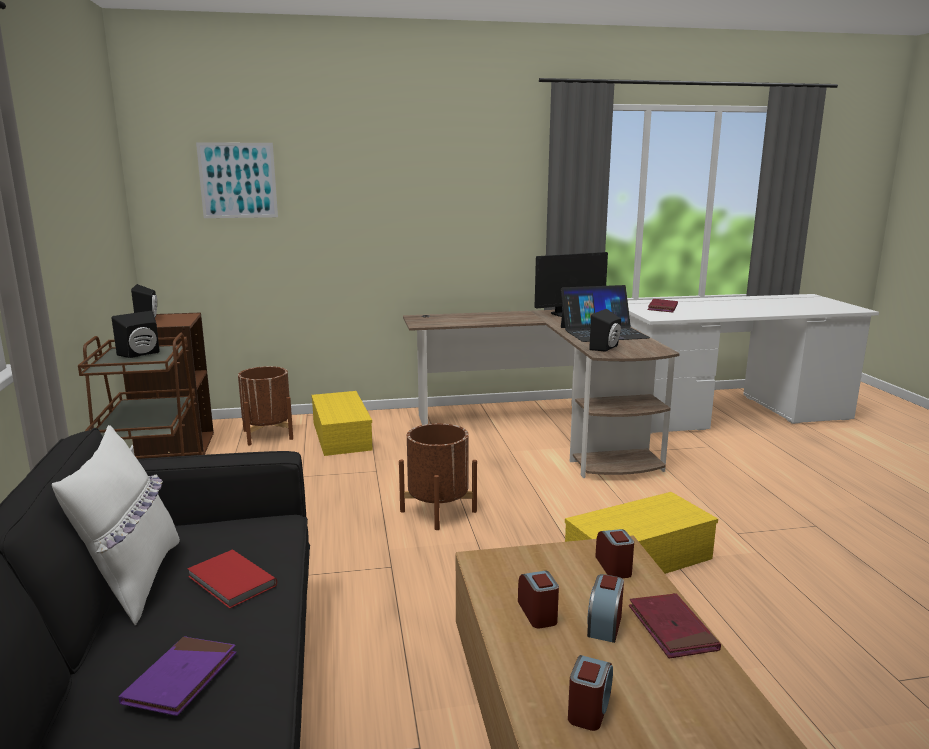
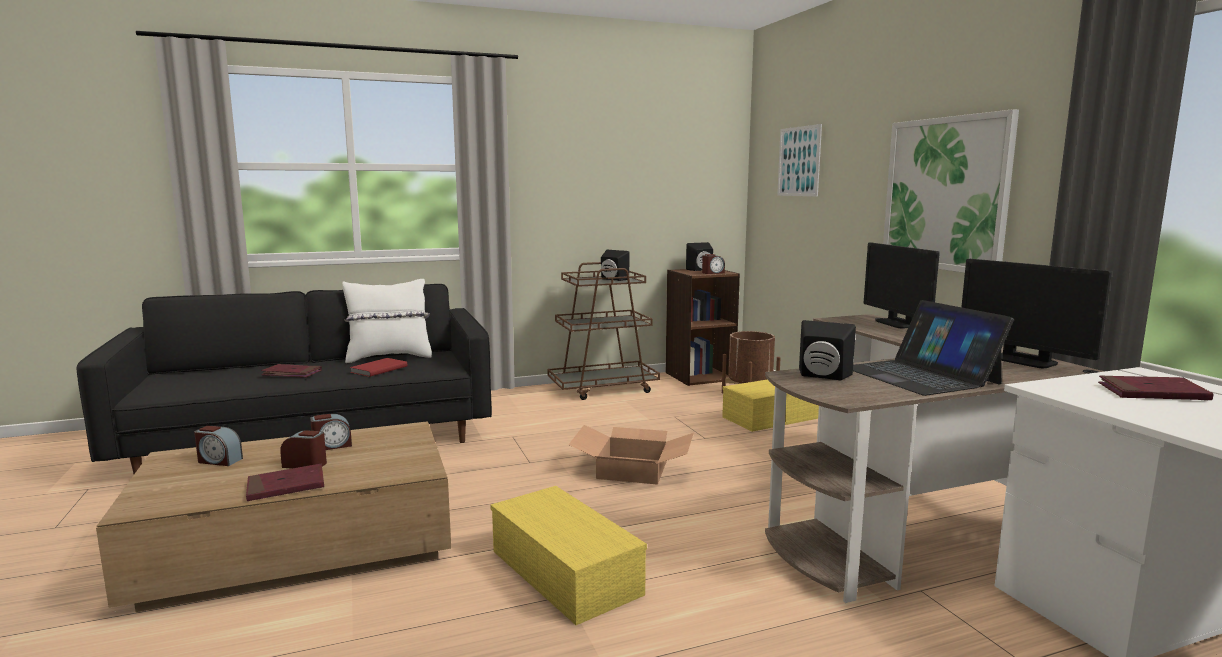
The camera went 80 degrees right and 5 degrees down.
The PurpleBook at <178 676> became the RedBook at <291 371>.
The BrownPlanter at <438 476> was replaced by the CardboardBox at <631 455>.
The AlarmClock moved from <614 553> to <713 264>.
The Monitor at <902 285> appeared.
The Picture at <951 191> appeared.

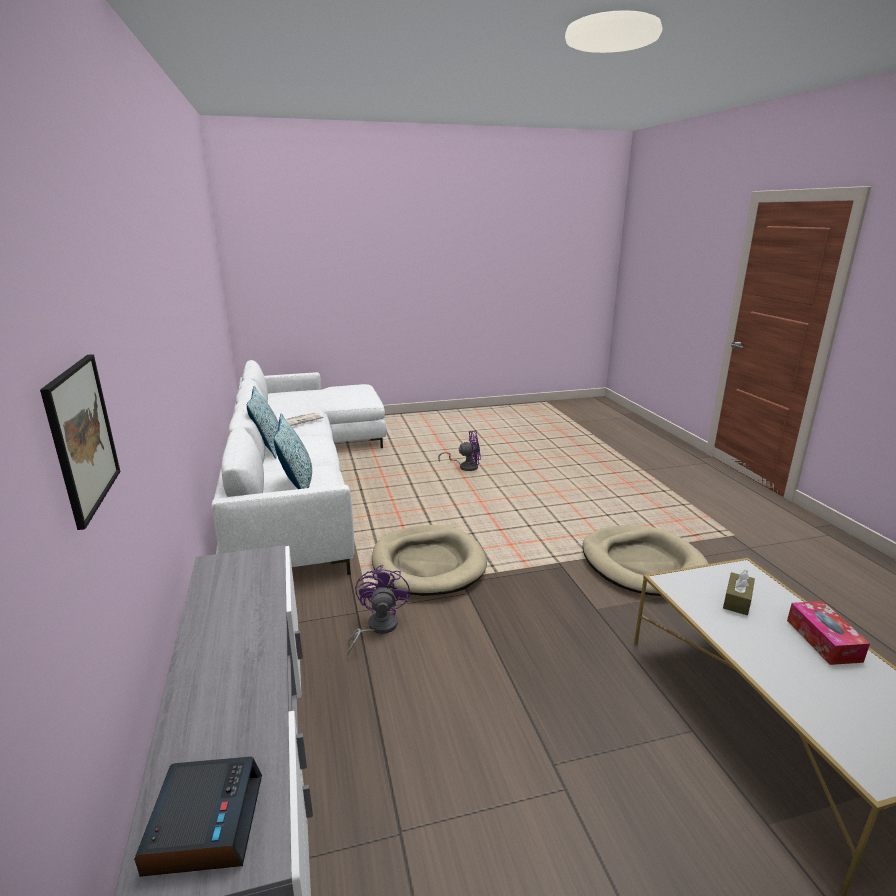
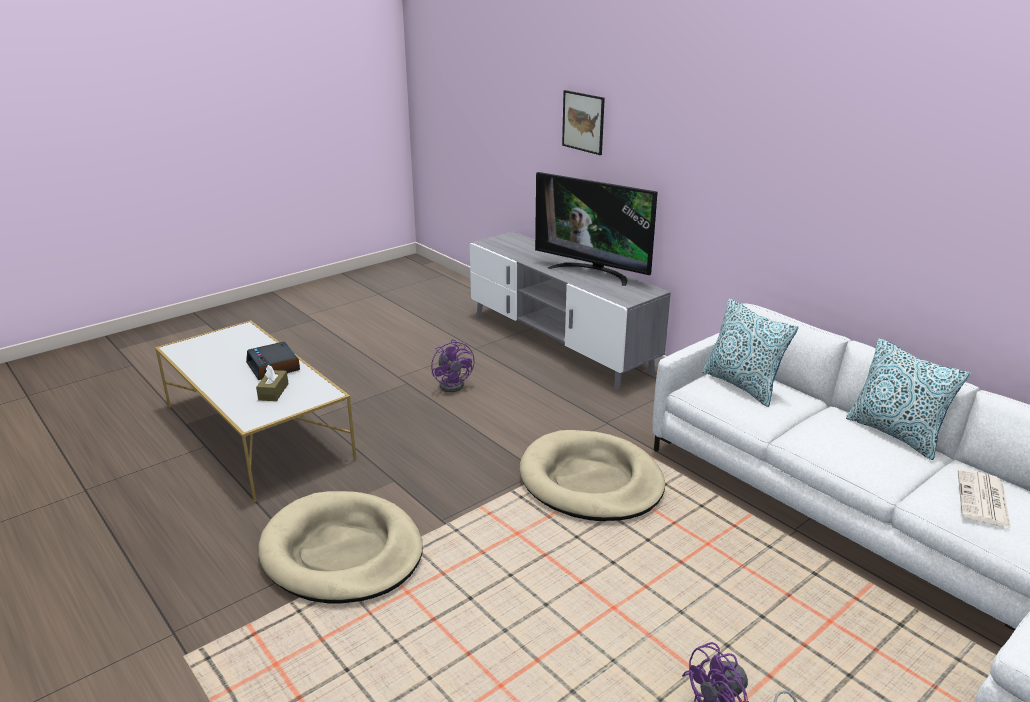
The camera went 155 degrees right and 5 degrees up.
The AlarmClock moved from <198 817> to <273 361>.
The PurpleFan moved from <378 610> to <453 365>.
The TissueBox at <828 633> disappeared.
The Television at <596 229> appeared.

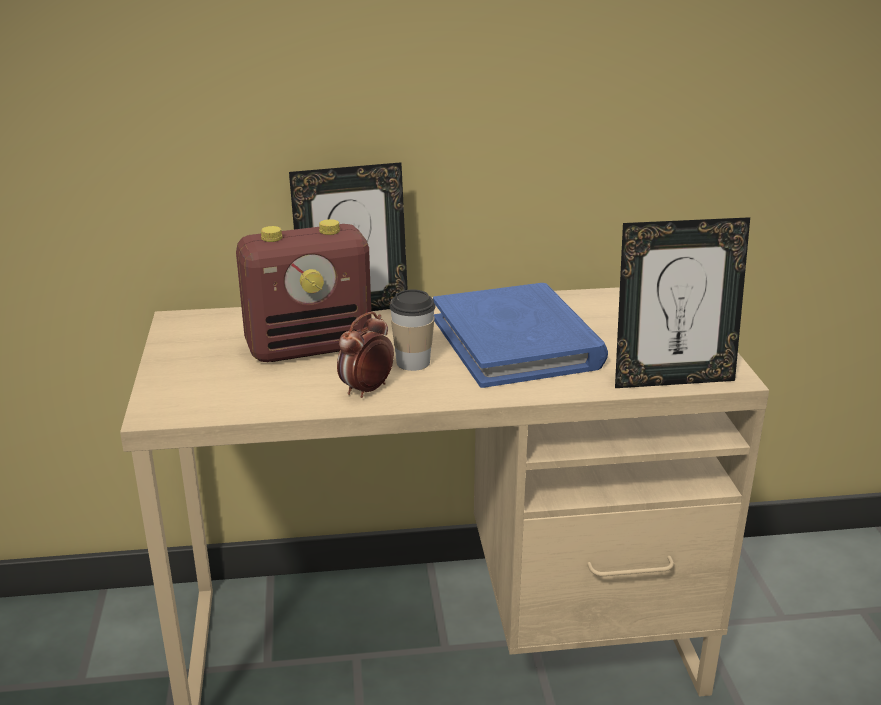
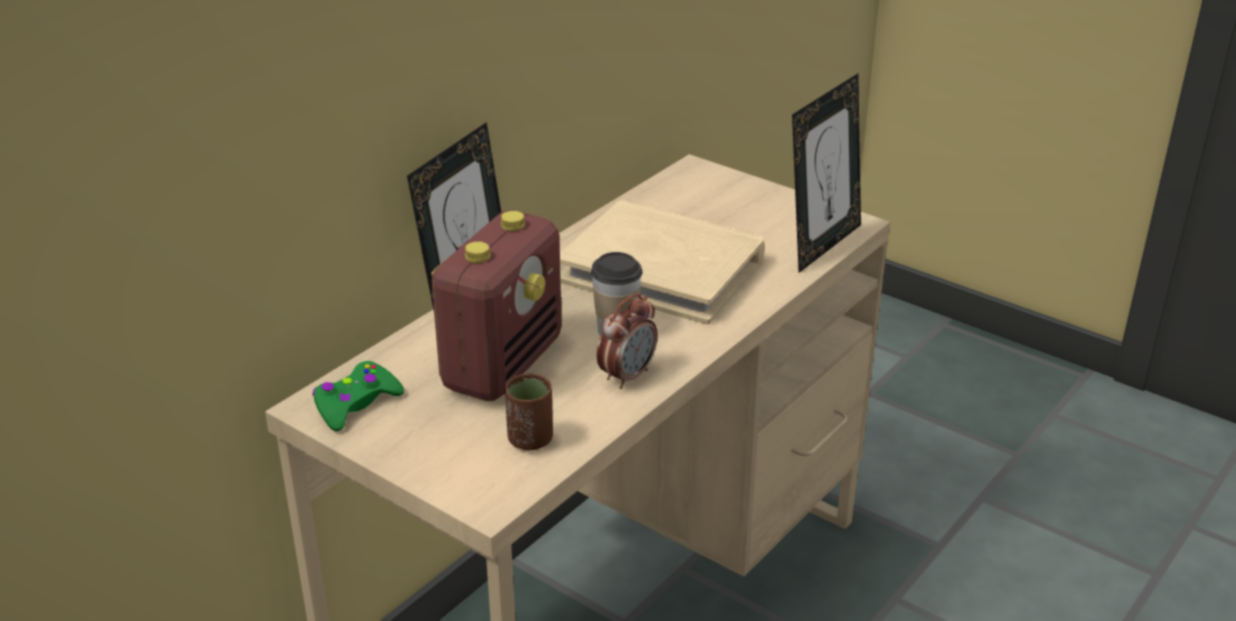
The camera went 45 degrees left and 5 degrees up.
The AlarmClock at <365 355> turned 135 degrees counterclockwise.
The BlueBook at <520 335> became the BeigeBook at <662 262>.
The GreenGameController at <358 396> appeared.
The BrownCup at <529 412> appeared.

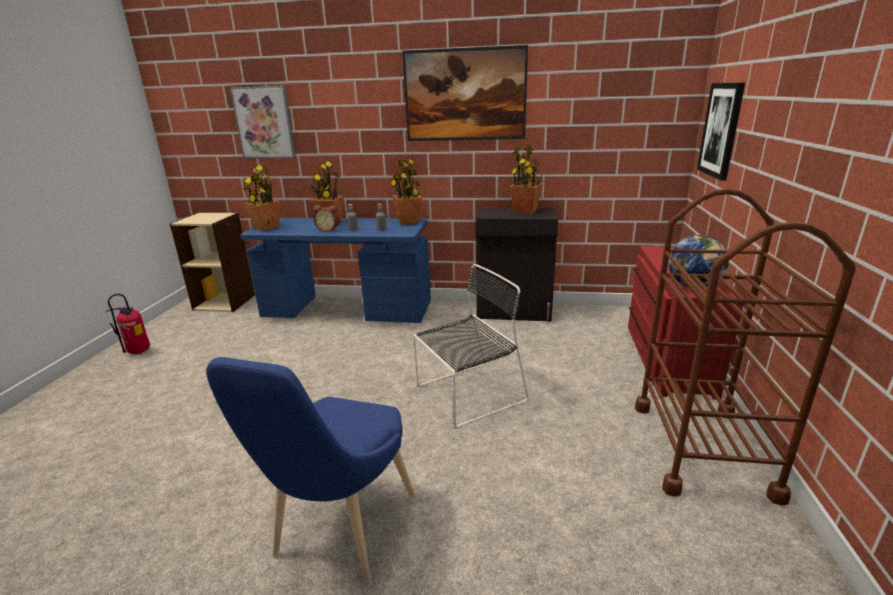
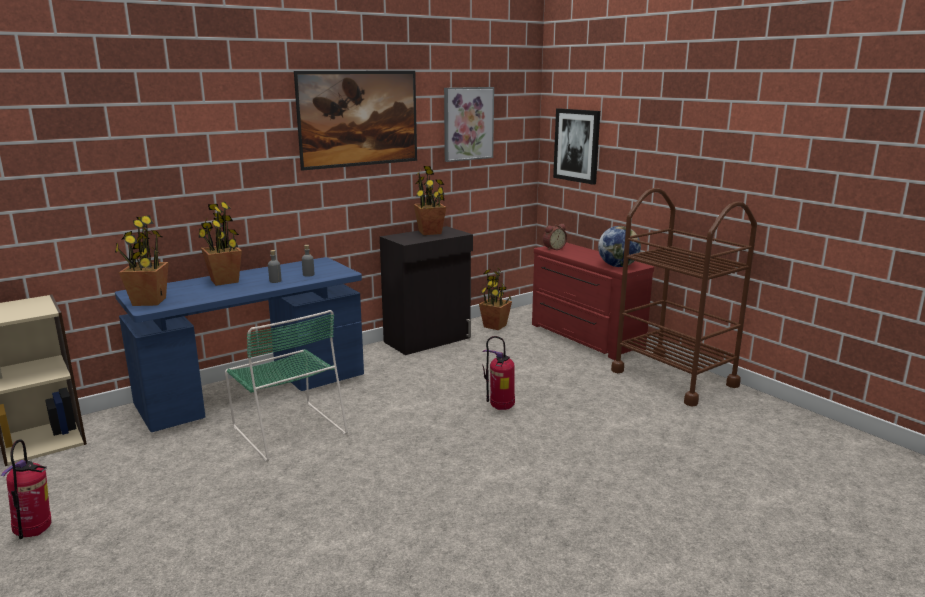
The camera went 45 degrees left and 5 degrees down.
The BlueChair at <310 469> disappeared.
The Picture moved from <263 122> to <469 124>.
The AlarmClock moved from <327 218> to <555 237>.
The PottedPlant moved from <406 192> to <495 299>.
The BlackChair at <471 346> was replaced by the FireExtinguisher at <498 373>.
The GreenChair at <286 386> appeared.

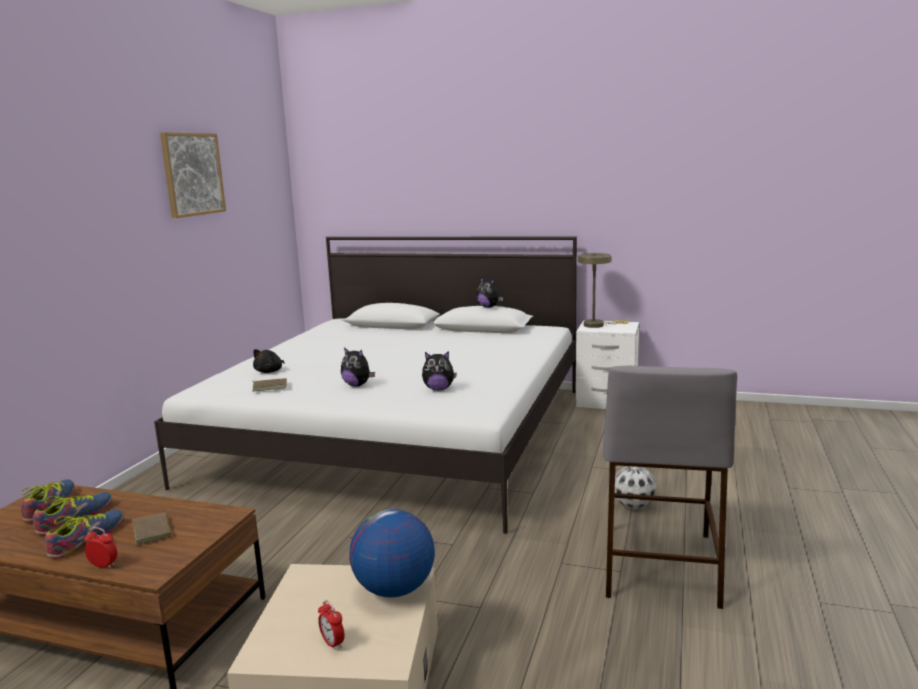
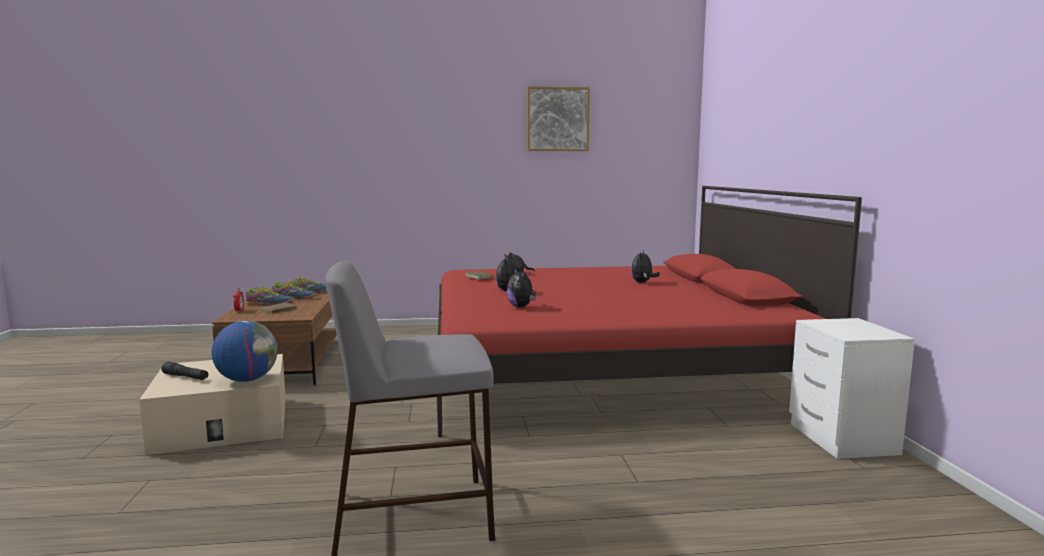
The camera went 65 degrees right and 5 degrees down.
The WhiteBed at <365 385> became the RedBed at <649 311>.
The AlarmClock at <331 625> was replaced by the BlackFlashlight at <184 371>.
The PlushToy moved from <490 292> to <645 266>.
The BeigeTableLamp at <603 290> disappeared.
The Football at <636 487> disappeared.

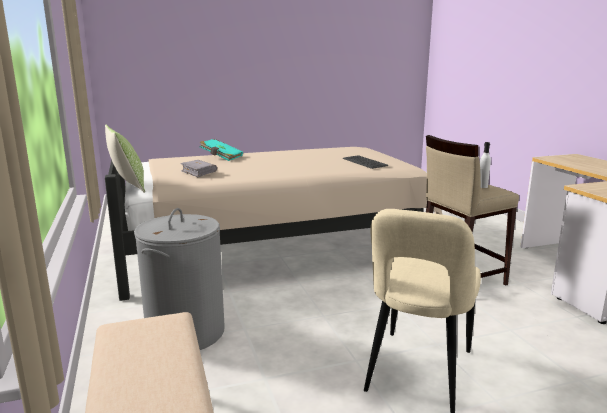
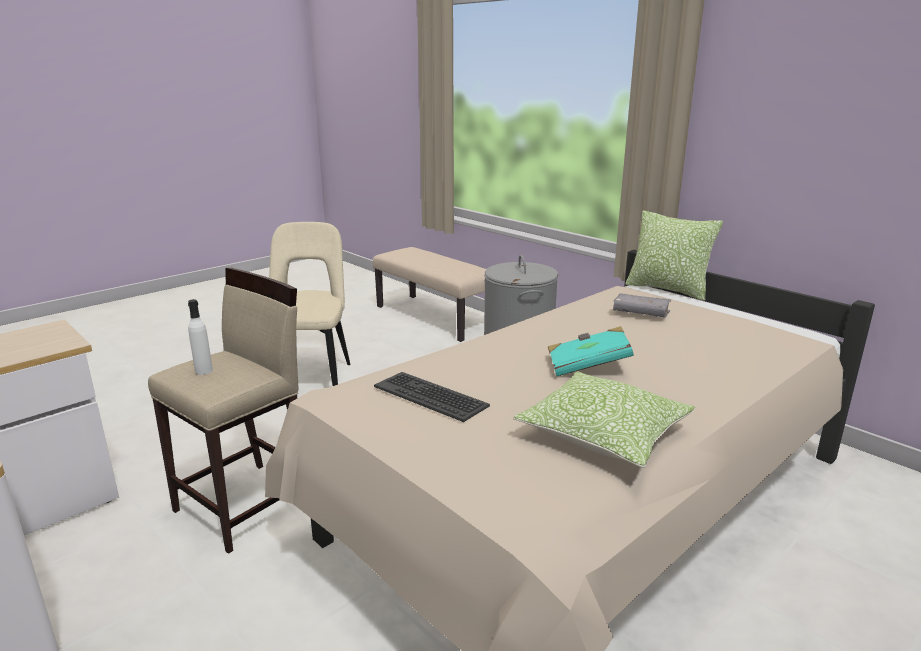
The camera went 155 degrees right and 5 degrees up.
The TurquoiseBook moved from <221 150> to <591 351>.
The Pillow at <604 419> appeared.

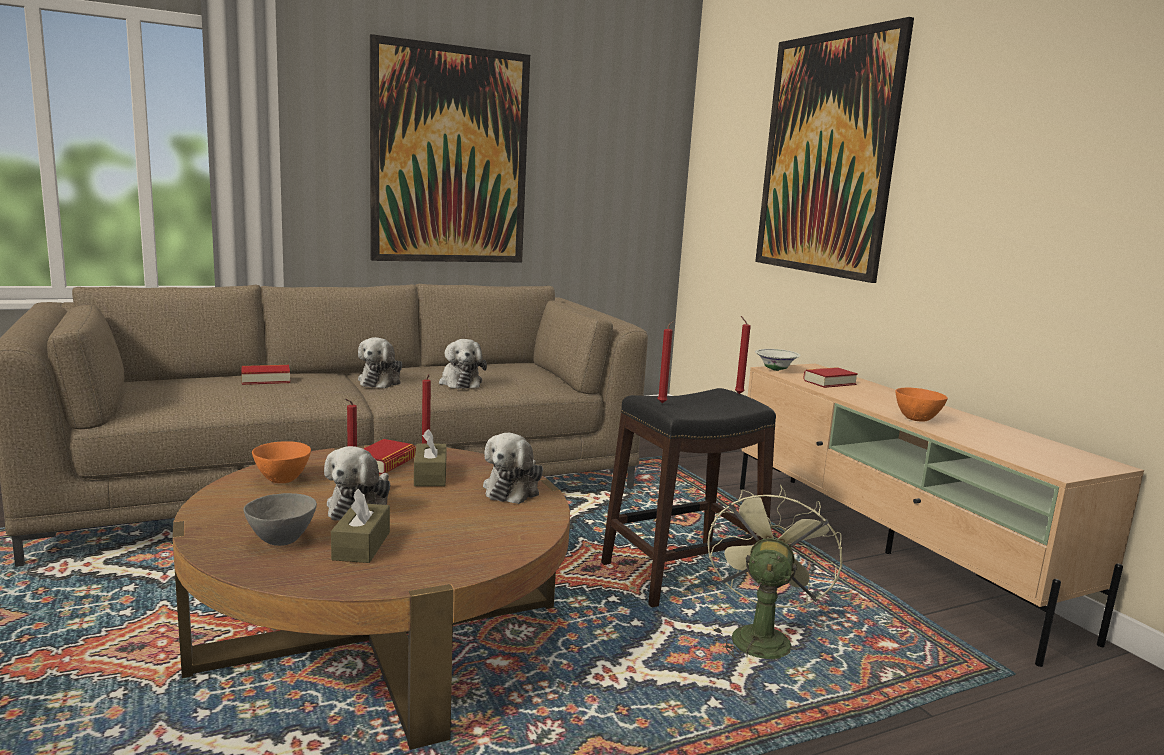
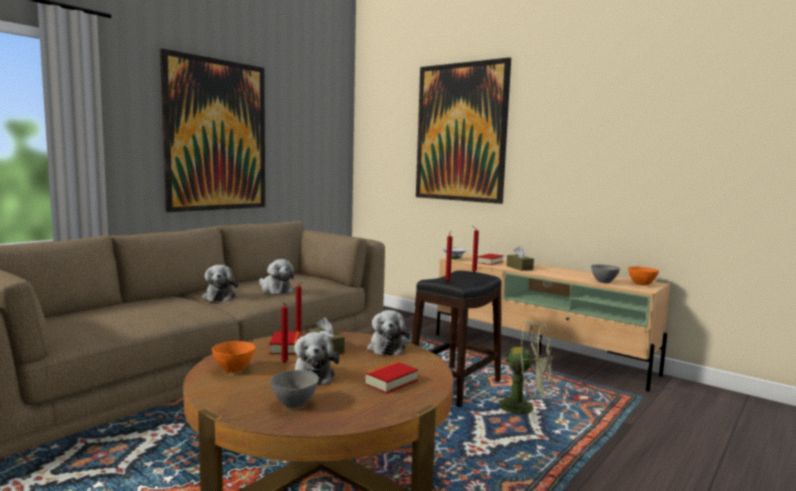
The camera went 25 degrees left and 5 degrees down.
The Book moved from <265 375> to <391 378>.
The BrownTissueBox moved from <360 525> to <520 258>.
The GreenFan at <774 572> turned 120 degrees clockwise.
The OrangeBowl moved from <921 404> to <643 275>.
The GreyBowl at <605 273> appeared.

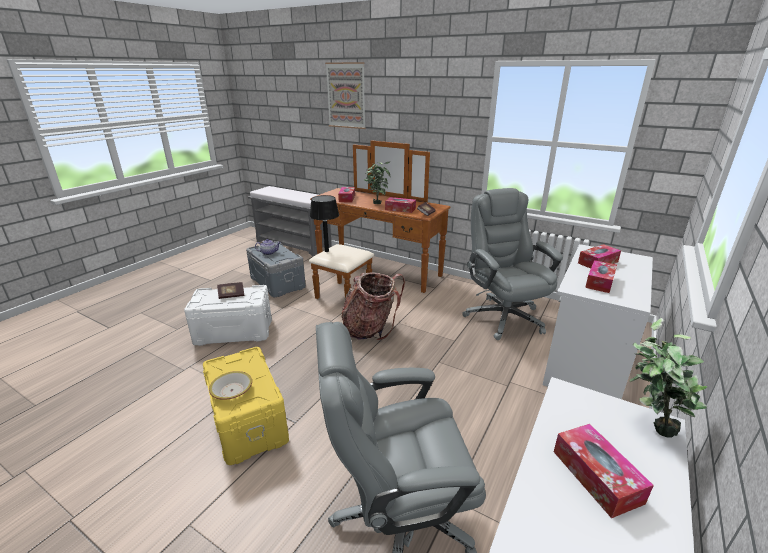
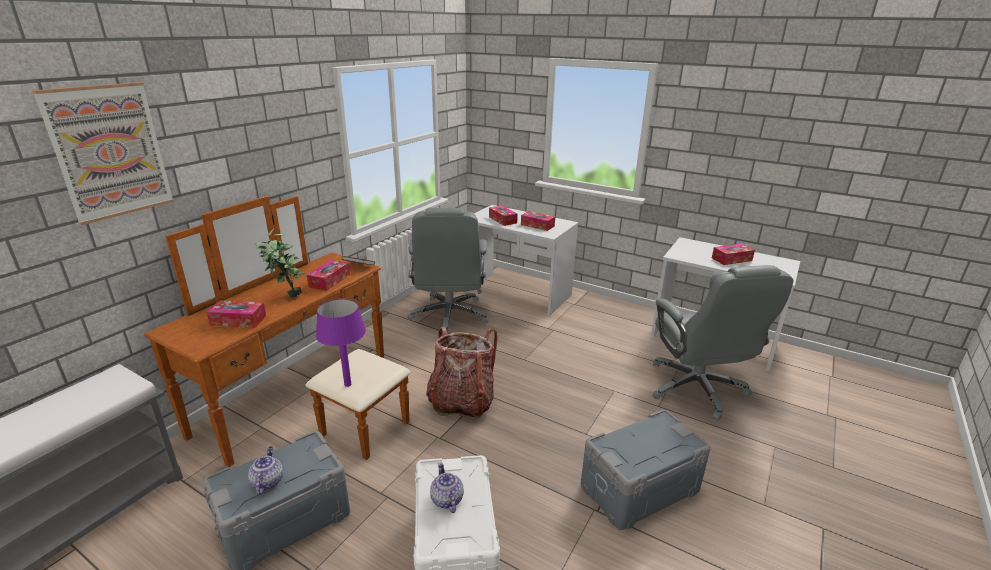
The camera went 90 degrees left and 0 degrees up.
The YellowStorageBox at <246 406> became the GreyStorageBox at <646 469>.
The Bowl at <230 385> disappeared.
The Book at <230 290> was replaced by the Teapot at <447 487>.
The BlackTableLamp at <324 223> became the PurpleTableLamp at <341 343>.
The GreyOfficeChair at <512 264> turned 75 degrees counterclockwise.
The PottedPlant at <668 377> disappeared.

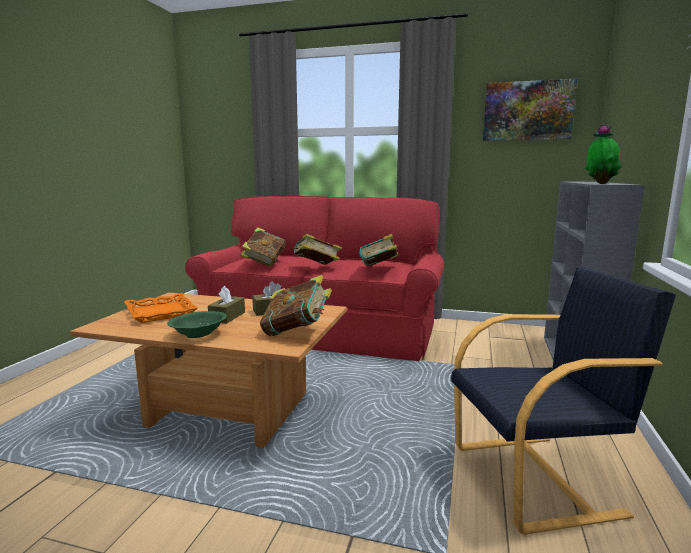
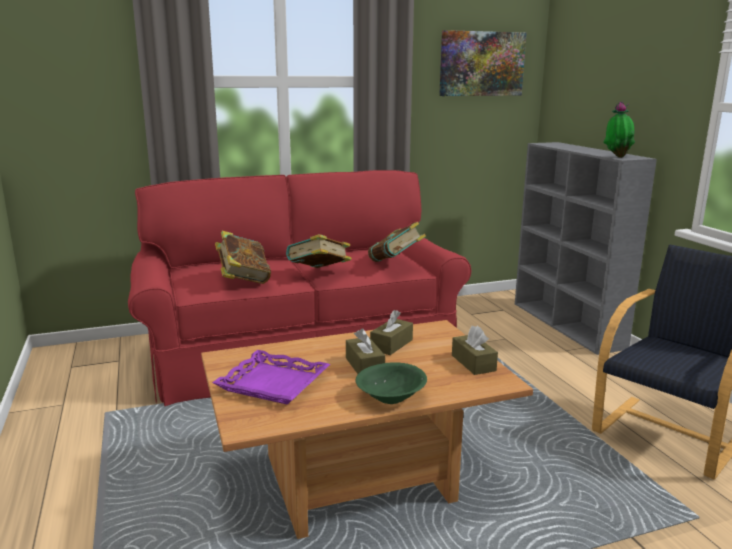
The camera went 35 degrees left and 5 degrees up.
The OrangeTray at <161 308> became the PurpleTray at <271 377>.
The Book at <296 305> was replaced by the BrownTissueBox at <475 350>.

